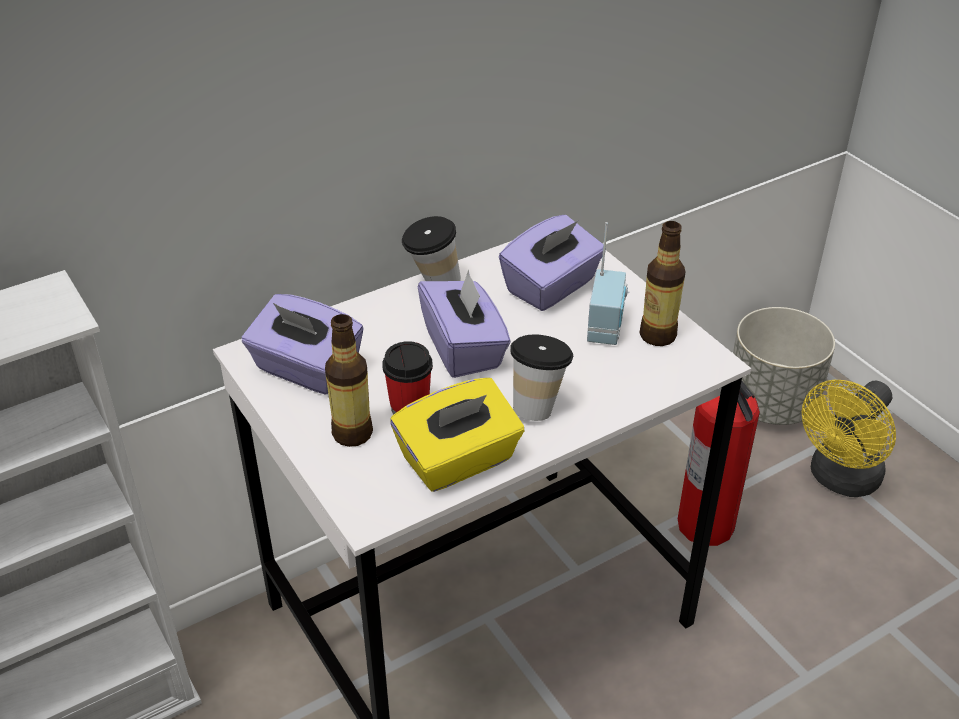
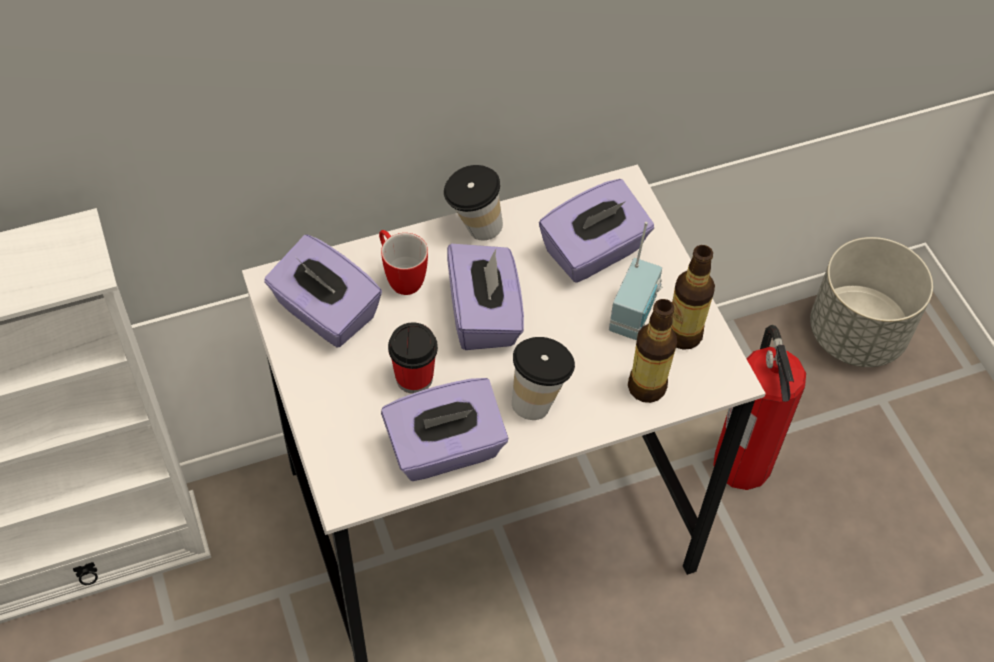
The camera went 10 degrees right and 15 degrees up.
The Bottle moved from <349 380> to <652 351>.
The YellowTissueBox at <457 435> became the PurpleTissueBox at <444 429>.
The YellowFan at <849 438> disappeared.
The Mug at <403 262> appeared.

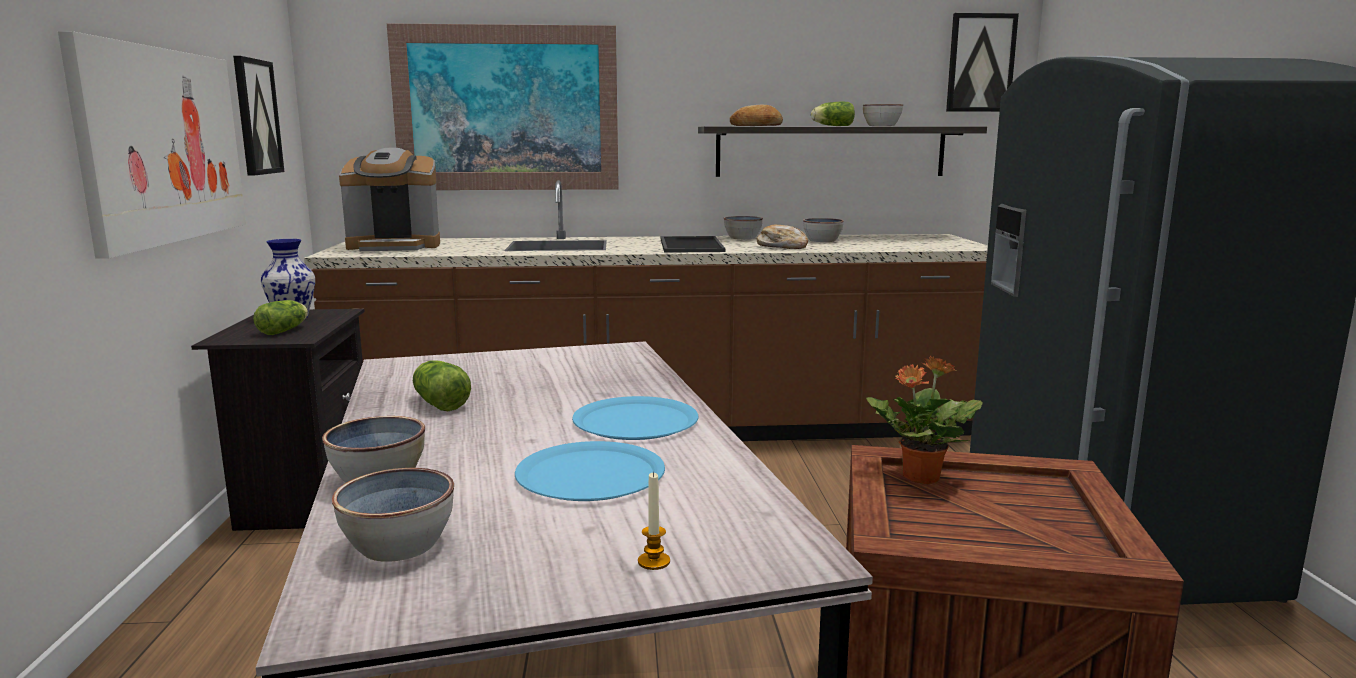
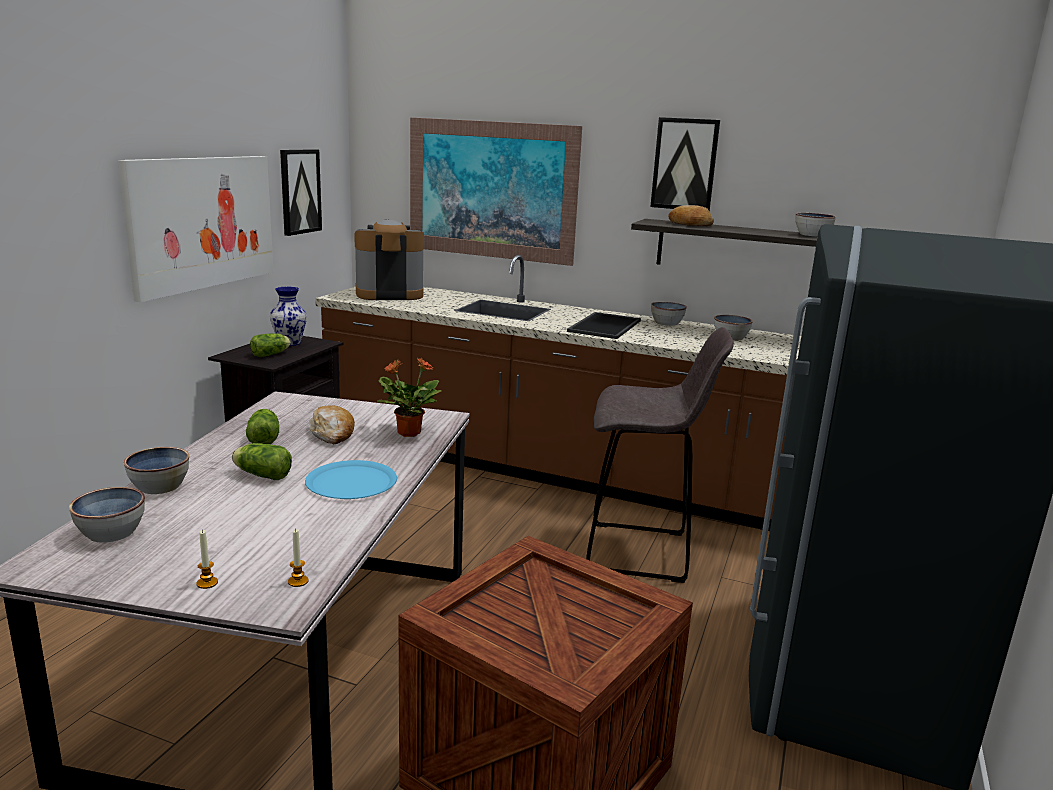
The camera went 25 degrees right and 5 degrees up.
The CoffeeMachine at <389 199> turned 150 degrees clockwise.
The BluePlate at <590 471> disappeared.
The Bread moved from <782 237> to <332 424>.
The Lettuce moved from <833 114> to <262 461>.
The PottedPlant moved from <924 419> to <409 397>.
The Picture moved from <982 62> to <685 164>.
The Candle at <298 558> appeared.
The GreyStool at <660 455> appeared.

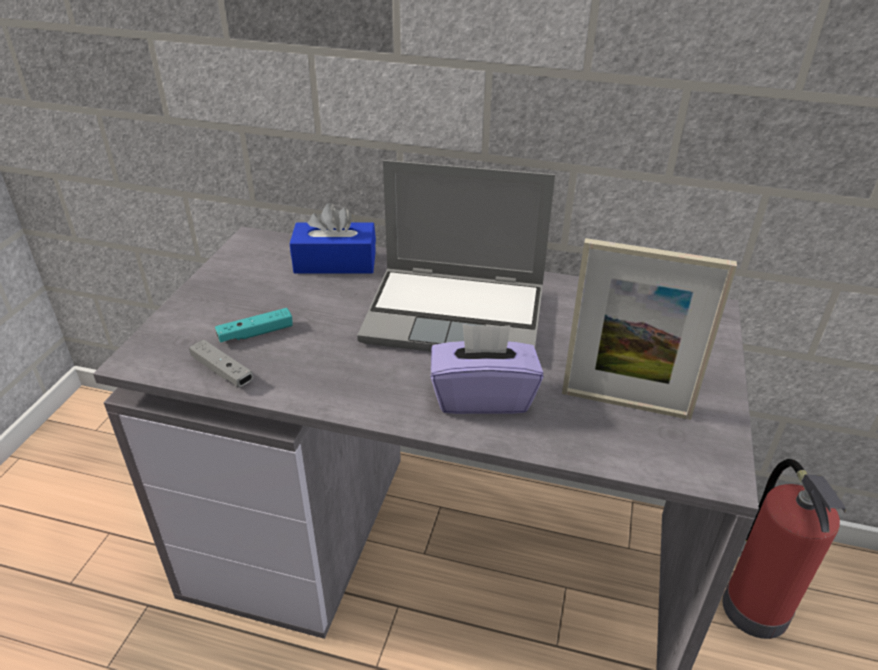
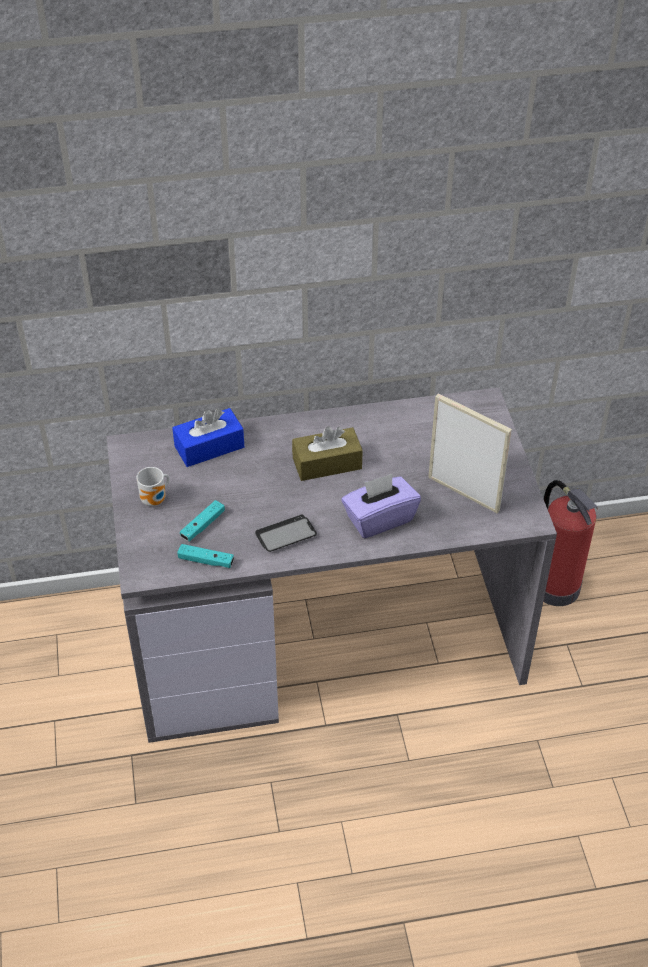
The camera went 25 degrees left and 10 degrees up.
The GreyGameController at <221 363> became the TurquoiseGameController at <205 556>.
The Laptop at <456 256> was replaced by the BrownTissueBox at <327 454>.
The PictureFrame at <649 329> turned 135 degrees counterclockwise.
The Mug at <153 486> appeared.
The Phone at <286 533> appeared.

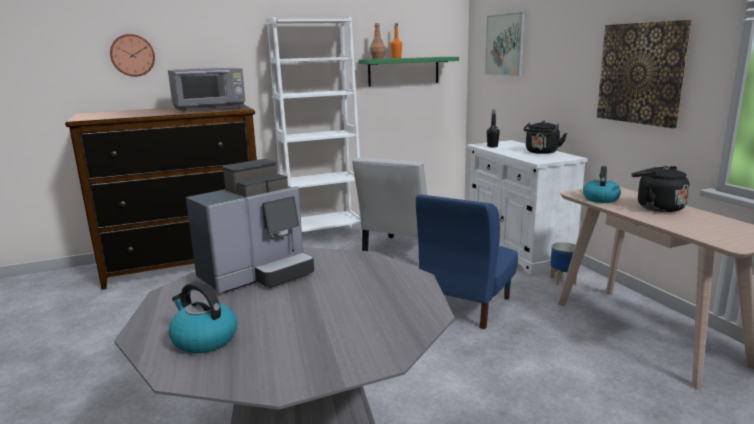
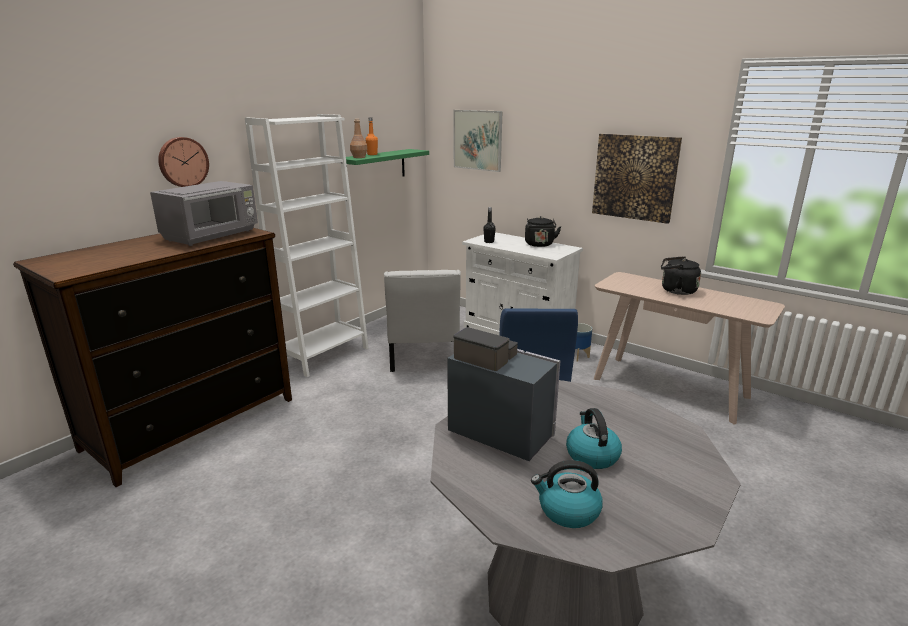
The camera went 30 degrees left and 5 degrees up.
The WallClock moved from <132 55> to <183 162>.
The CoffeeMachine at <250 226> turned 75 degrees counterclockwise.
The Kettle moved from <602 184> to <594 438>.

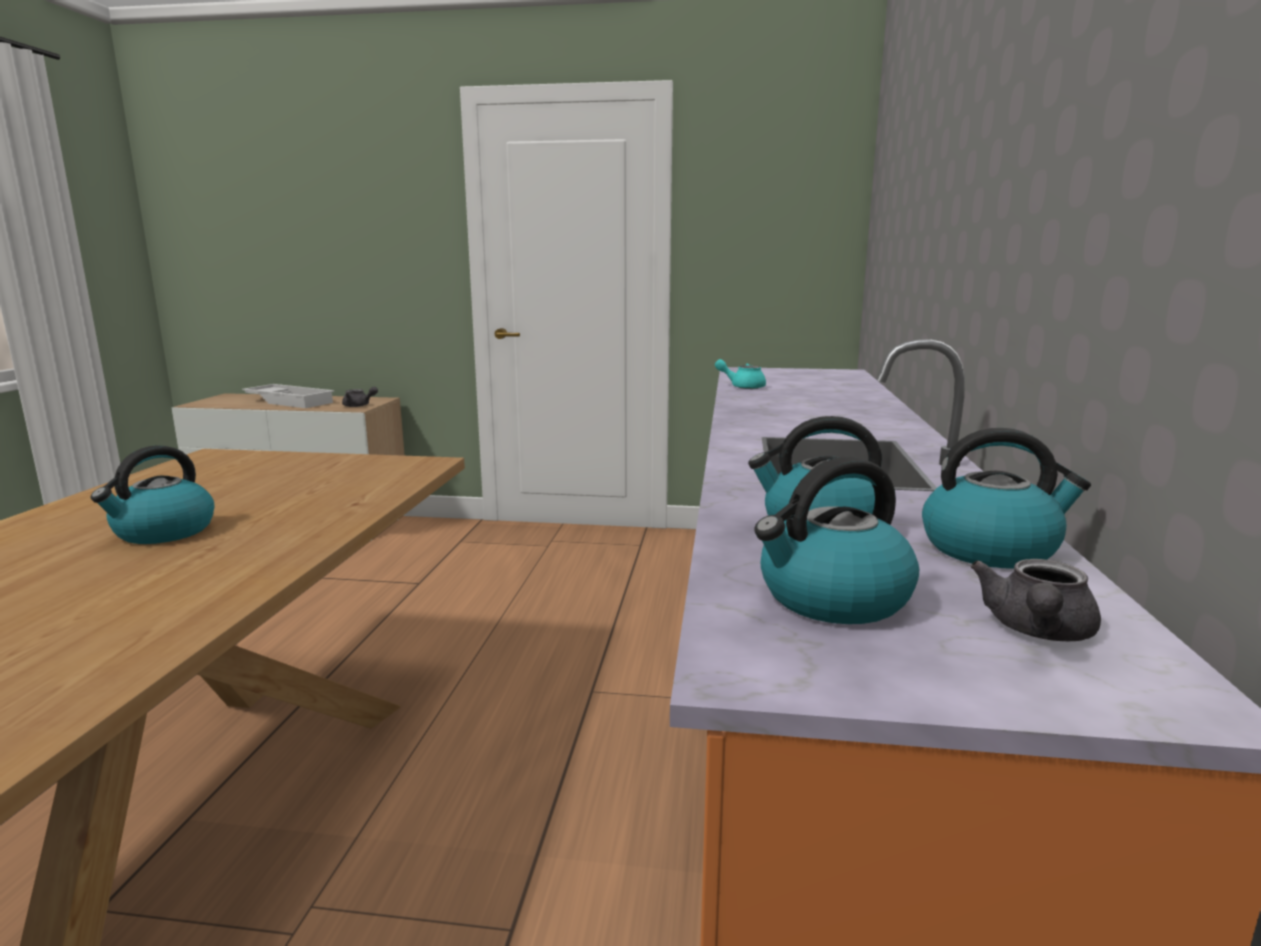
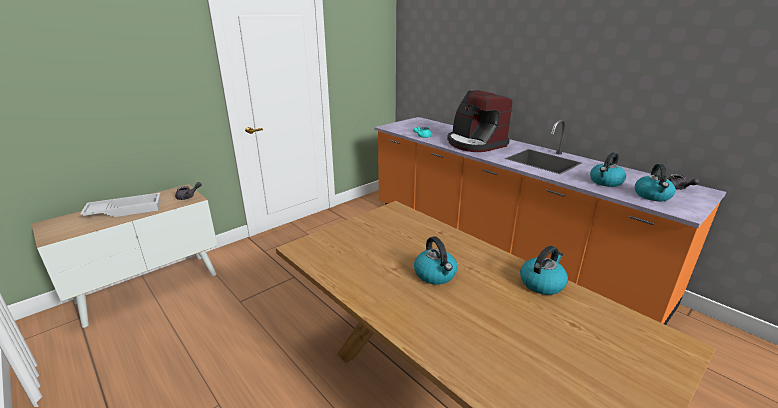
The camera went 50 degrees left and 10 degrees up.
The Kettle moved from <1006 498> to <544 270>.
The CoffeeMachine at <479 121> appeared.

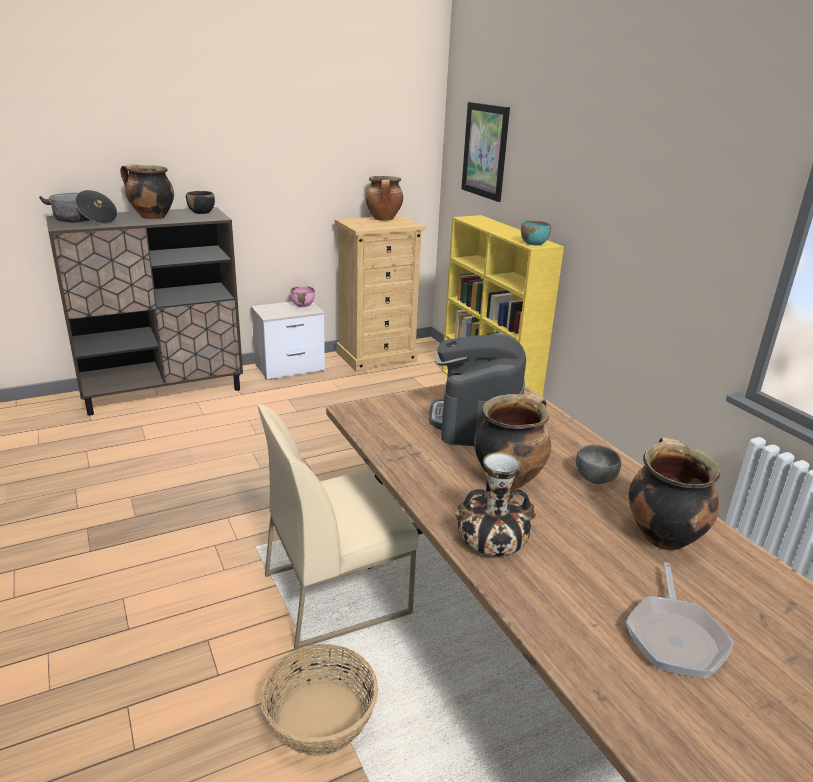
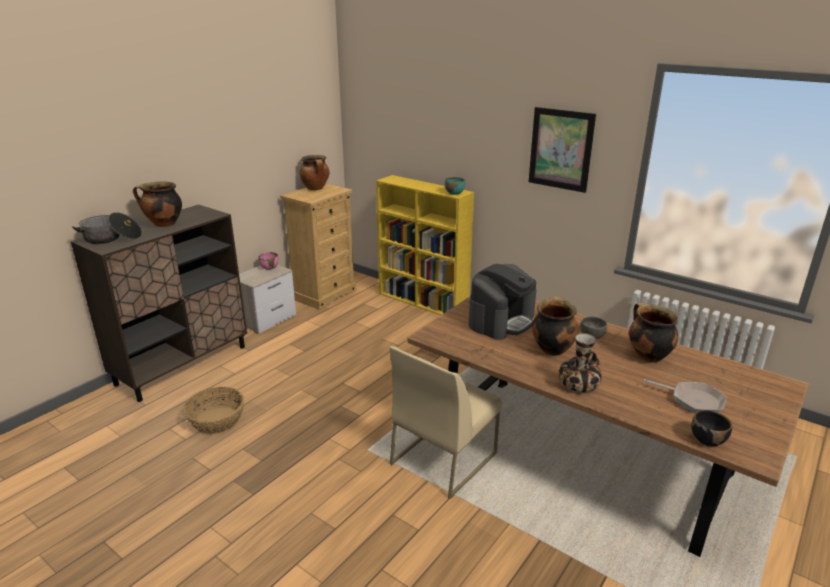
The camera went 25 degrees left and 0 degrees up.
The BlackBowl moved from <200 202> to <711 428>.
The Basket moved from <319 700> to <213 410>.
The CoffeeMachine at <477 390> turned 120 degrees counterclockwise.
The Picture moved from <485 152> to <562 150>.
The FryingPan at <680 620> turned 45 degrees counterclockwise.

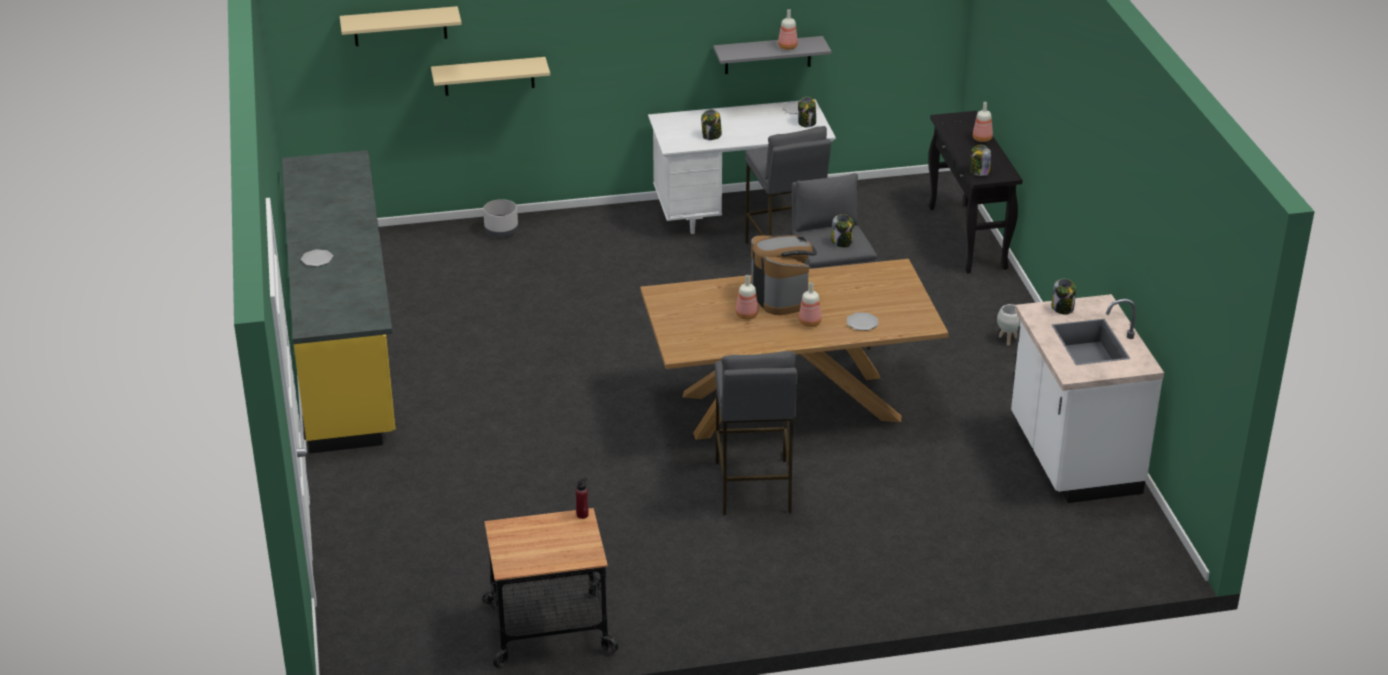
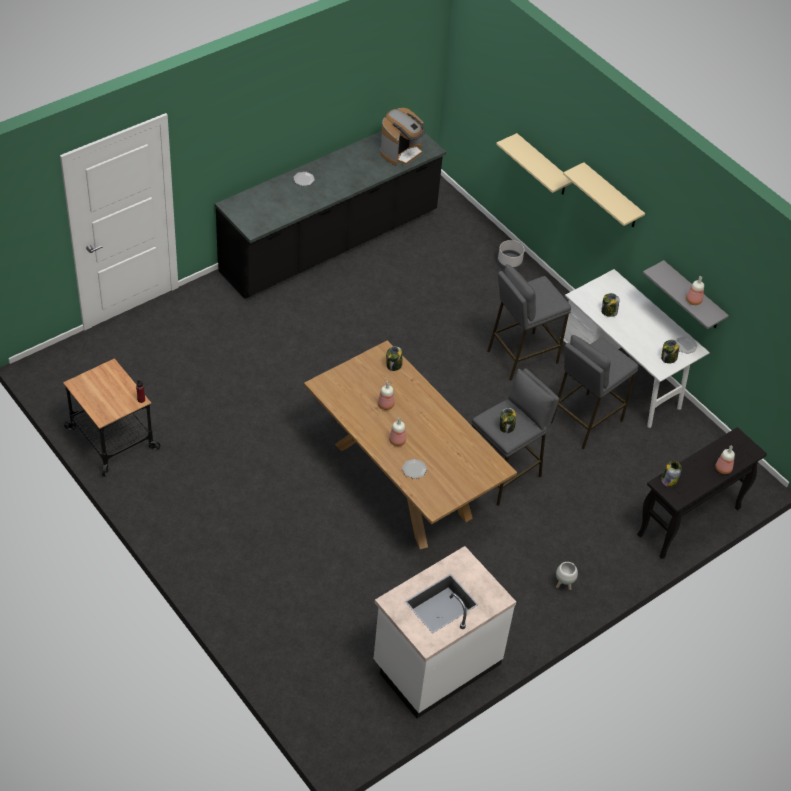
The camera went 60 degrees right and 15 degrees up.
The YellowCounter at <339 302> became the BlackCounter at <330 215>.
The BeigeShelf moved from <401 26> to <604 194>.
The GreyStool moved from <756 433> to <529 322>.
The CoffeeMachine moved from <784 274> to <402 137>.
The Jar moved from <1064 297> to <394 358>.

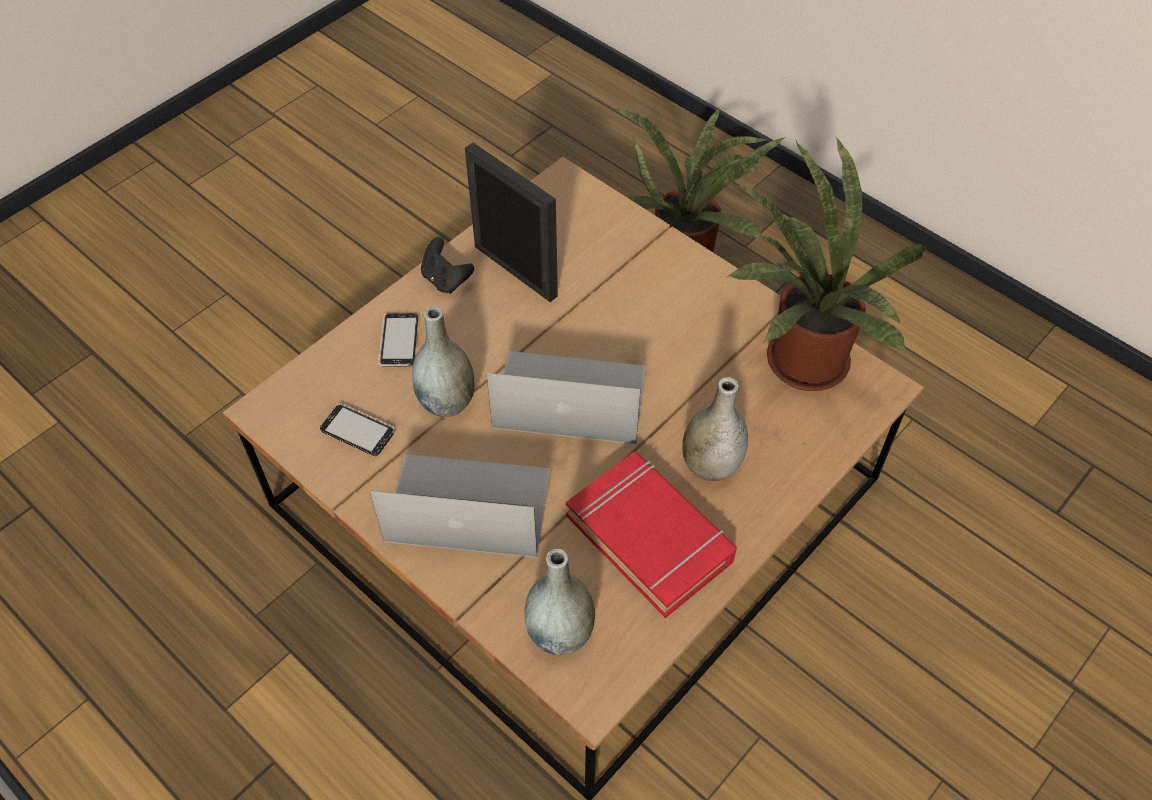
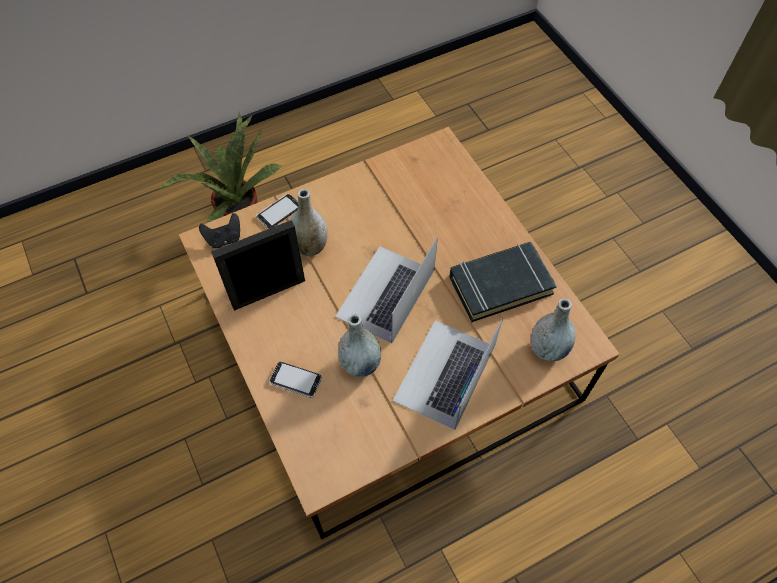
The camera went 70 degrees left and 5 degrees up.
The Phone moved from <357 429> to <277 211>.
The BlackGameController moved from <447 265> to <219 230>.
The RedBook at <651 535> became the BlackBook at <503 282>.
The GreyVase moved from <715 429> to <308 222>.
The PottedPlant at <826 263> disappeared.

